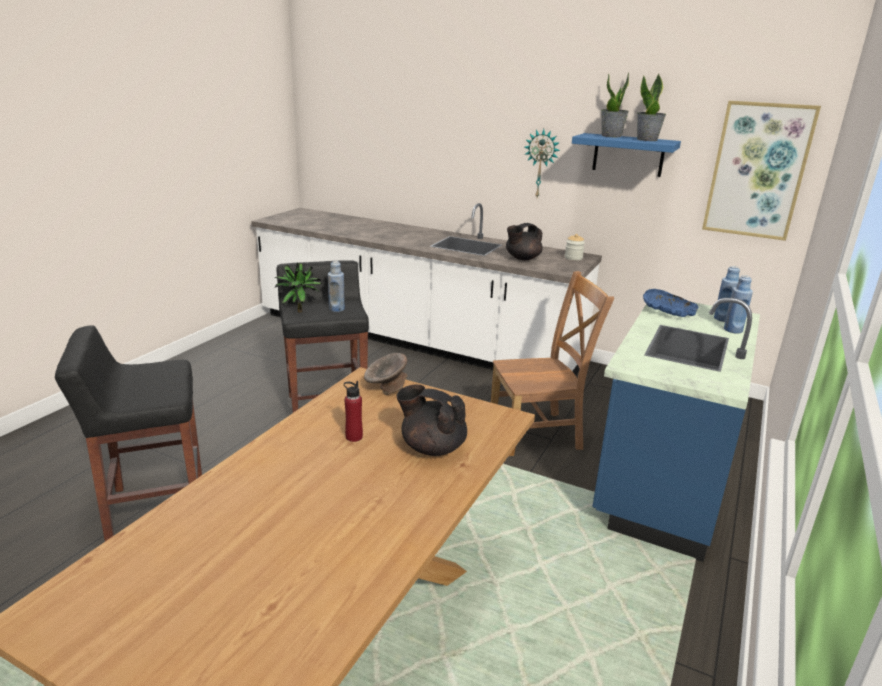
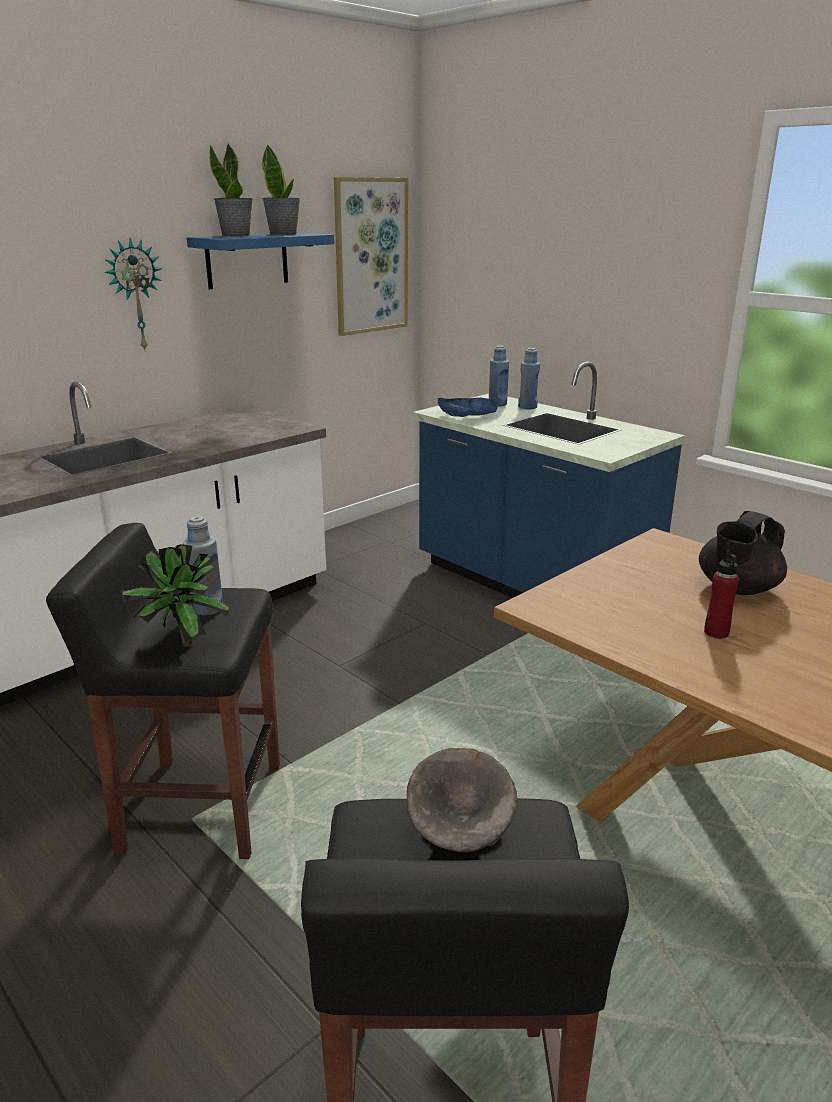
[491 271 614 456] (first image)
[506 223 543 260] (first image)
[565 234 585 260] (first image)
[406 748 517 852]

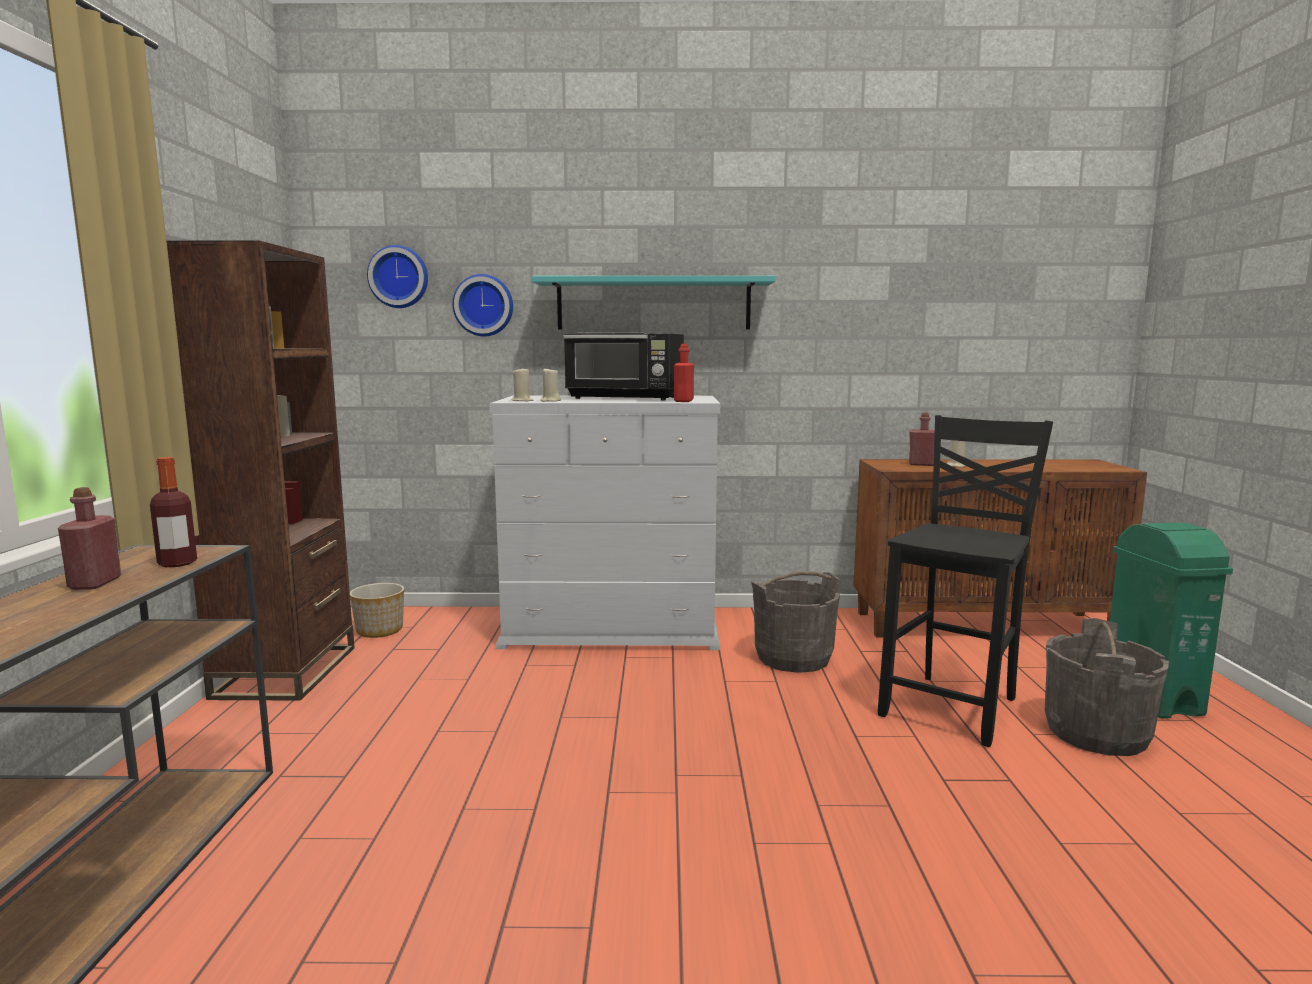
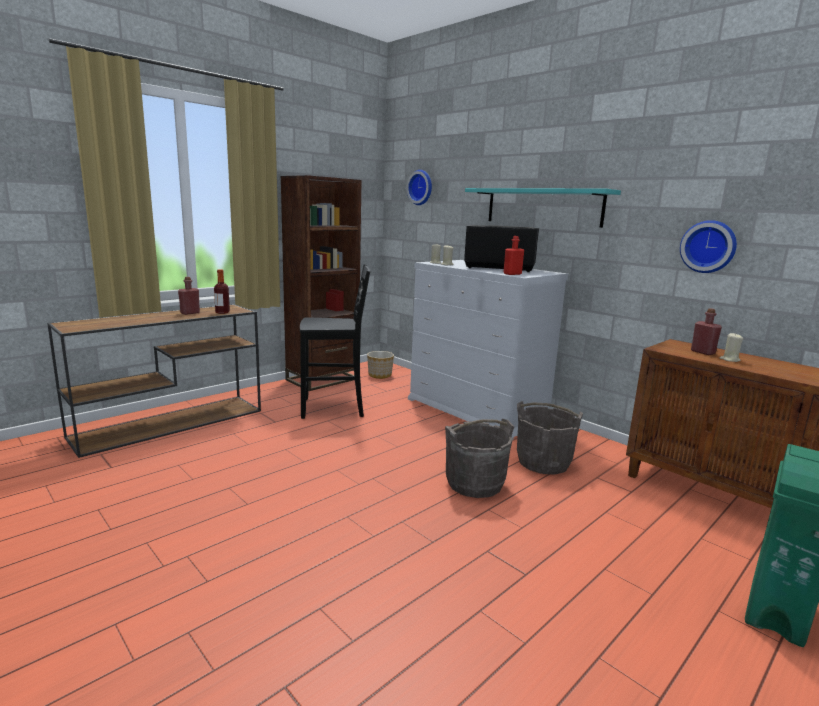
[680 220 737 273]
[300 264 370 419]
[445 419 514 498]
[464 225 539 272]

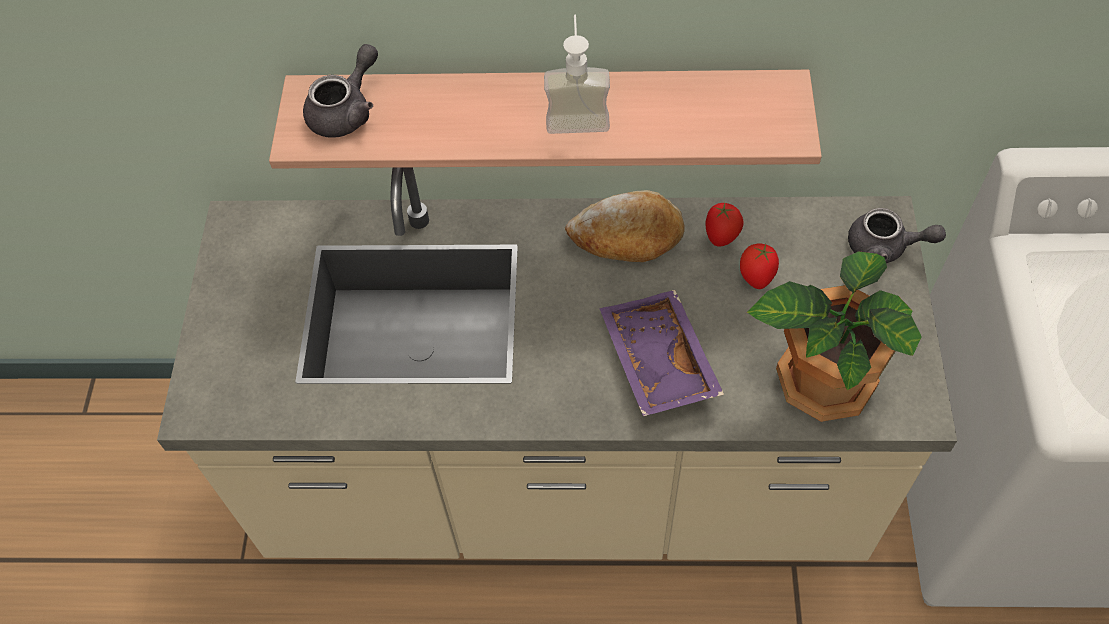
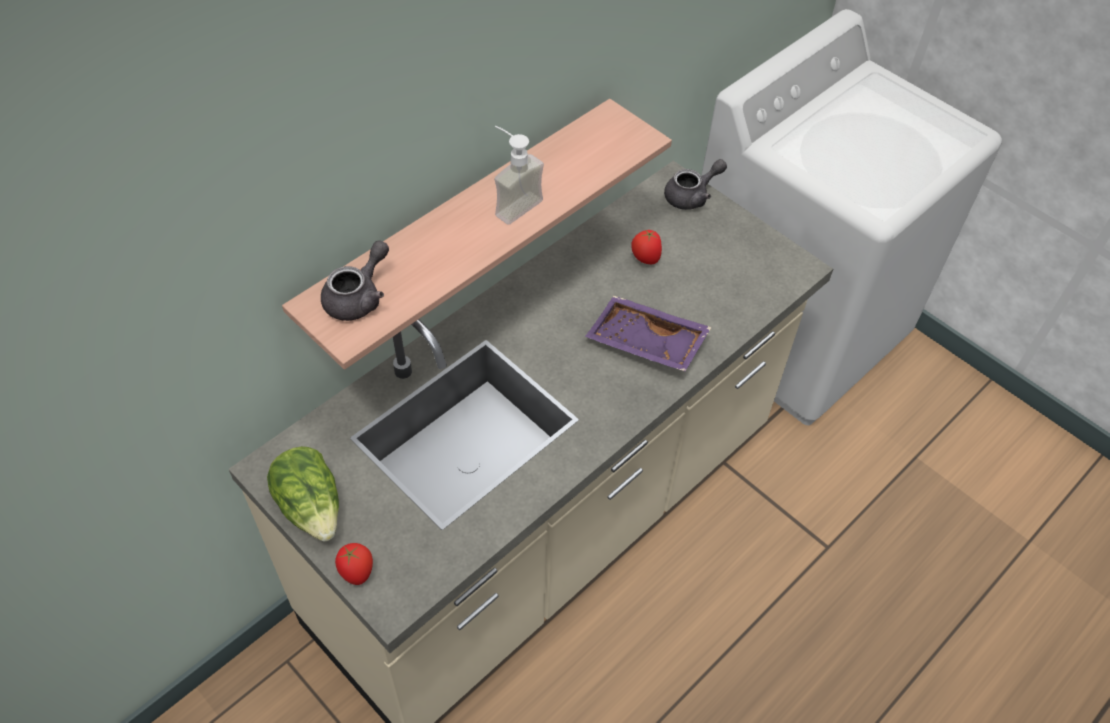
[565 190 685 262] (first image)
[747 251 922 422] (first image)
[267 446 339 542]
[335 543 373 585]
[321 241 389 321]

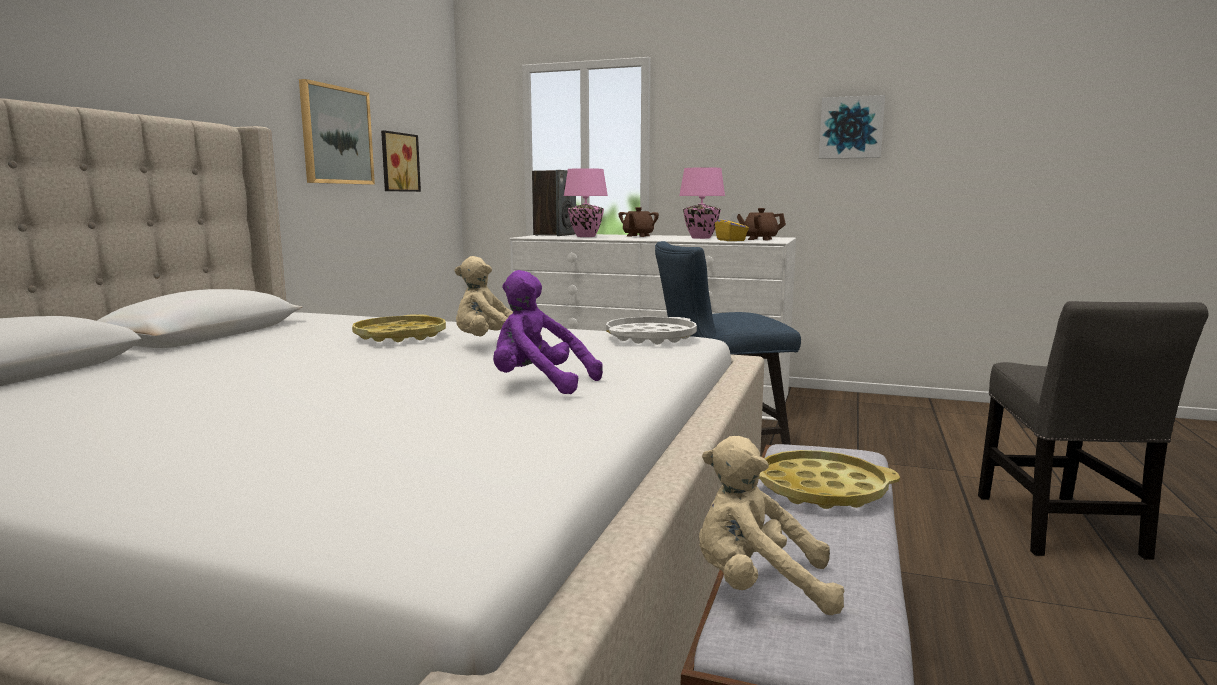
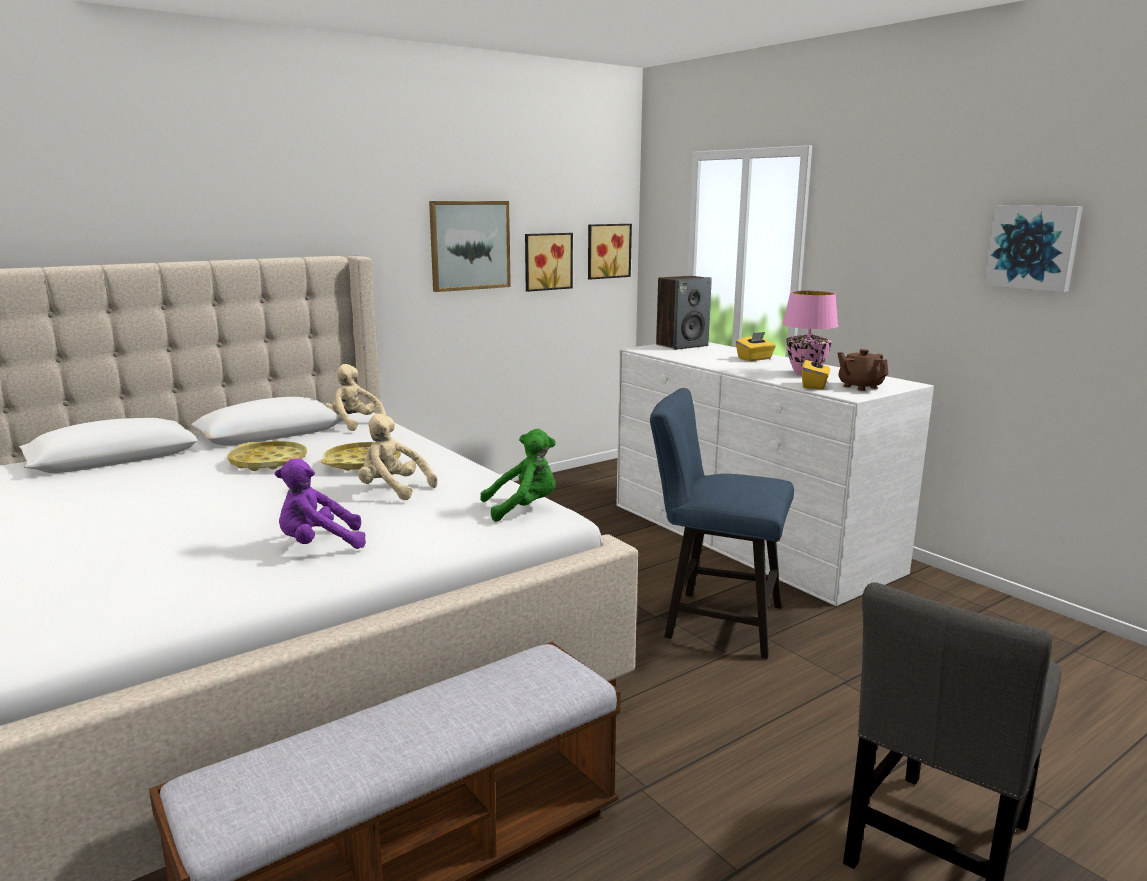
[564 168 608 237] (first image)
[588 224 632 280]
[325 364 386 431]
[227 441 307 471]
[480 429 556 522]
[736 332 776 361]
[275 458 366 549]

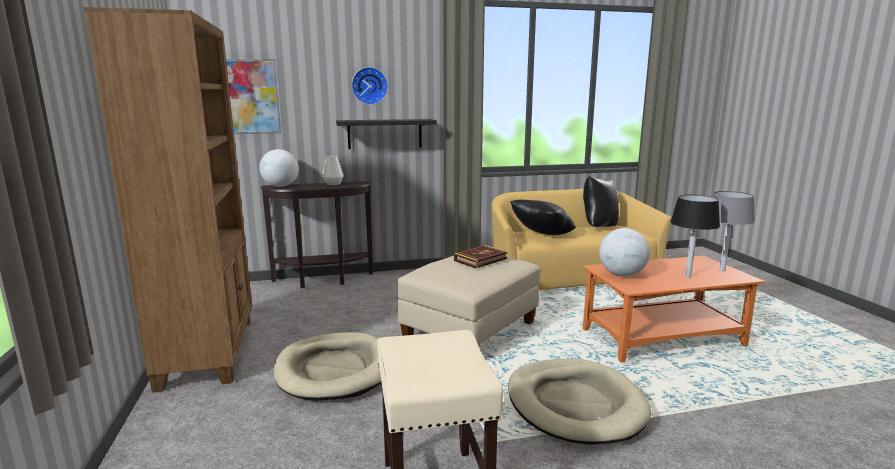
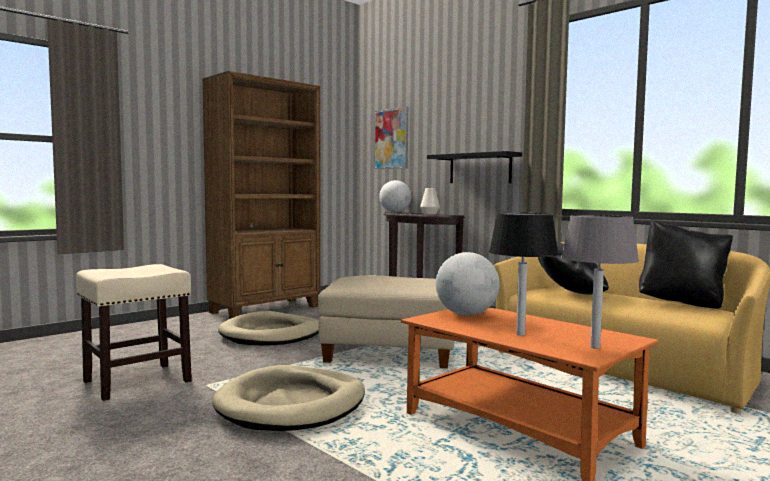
[351 67 388 105] (first image)
[454 245 508 268] (first image)

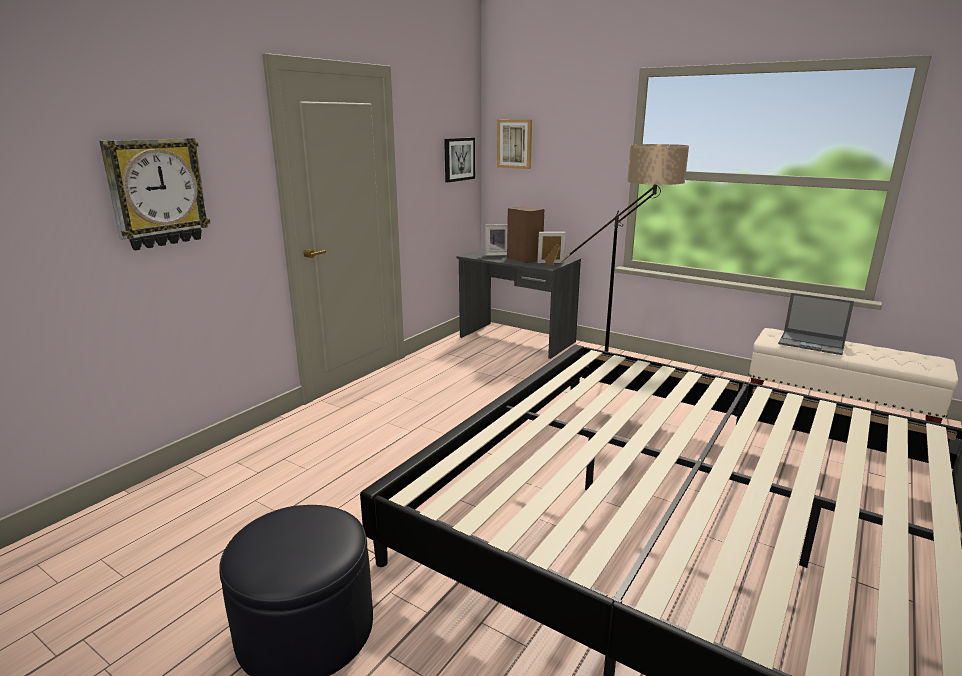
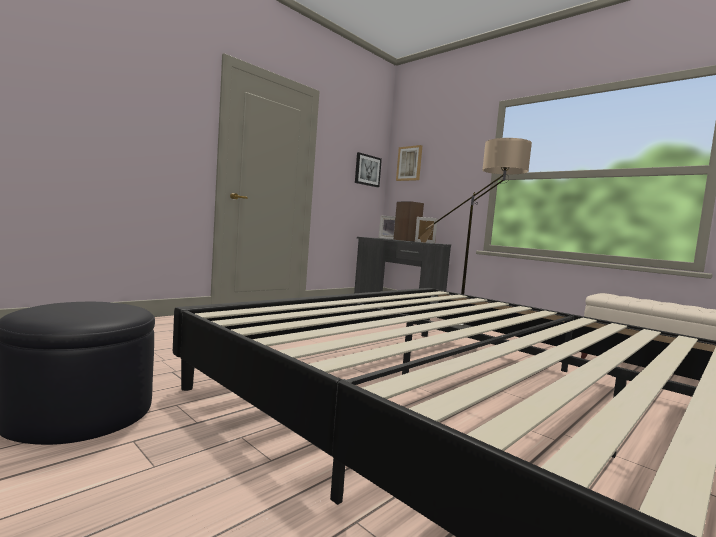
[99 138 211 250] (first image)
[778 293 854 355] (first image)

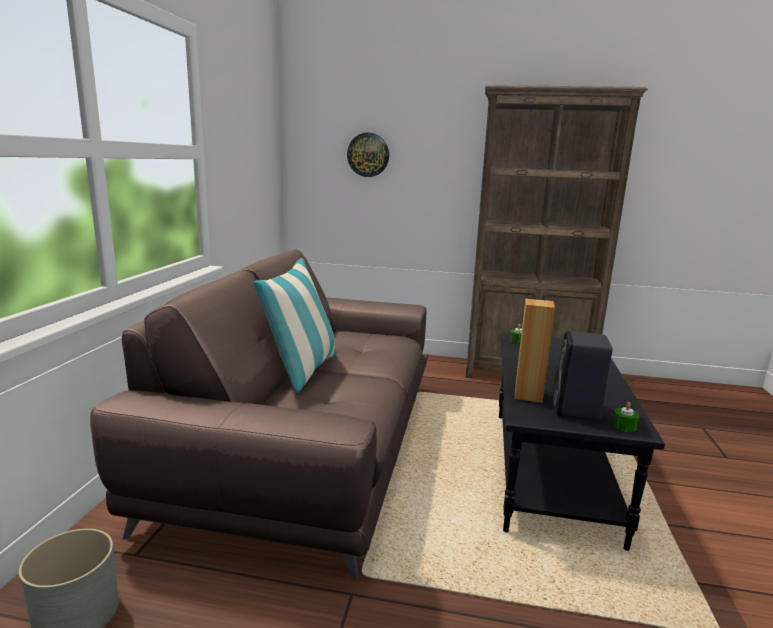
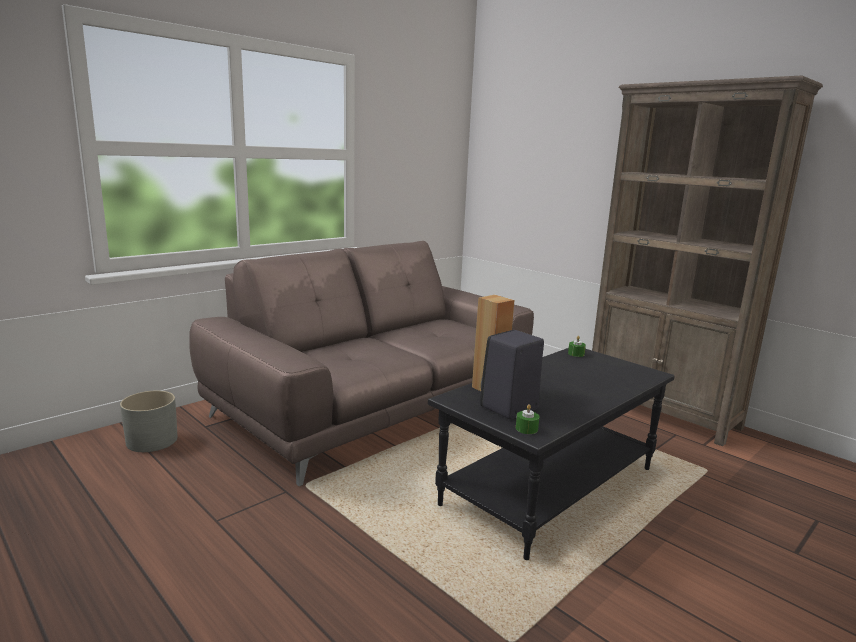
[253 259 337 393] (first image)
[347 133 389 177] (first image)

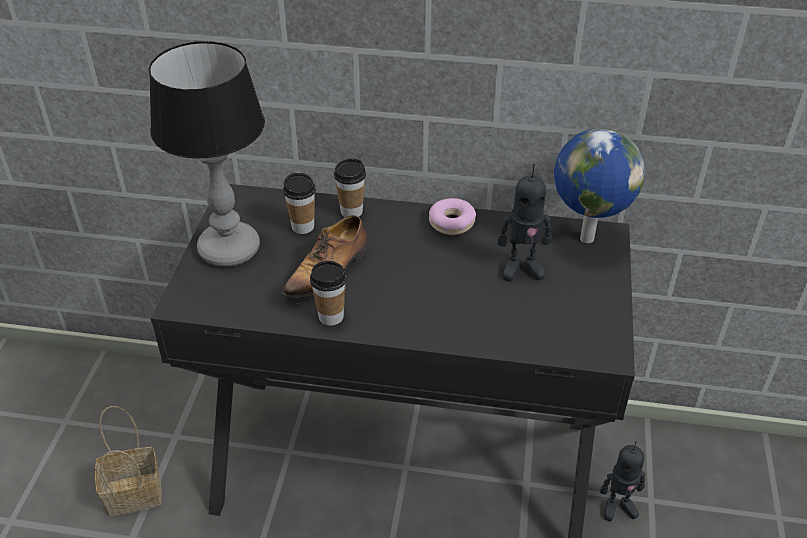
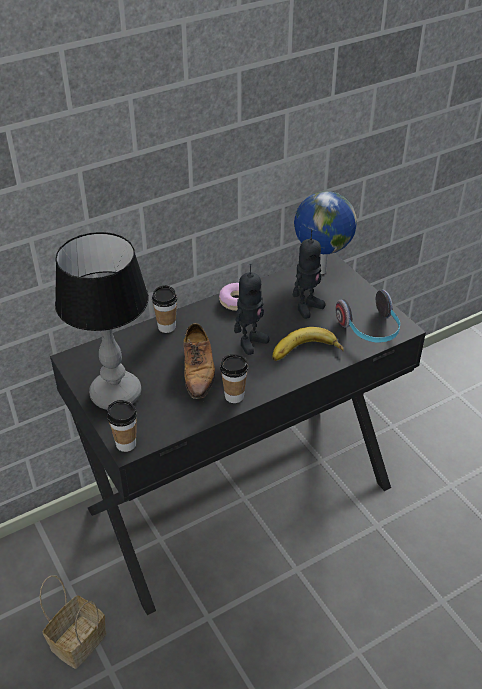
[272 327 344 361]
[336 290 400 342]
[107 400 137 452]
[234 264 270 355]

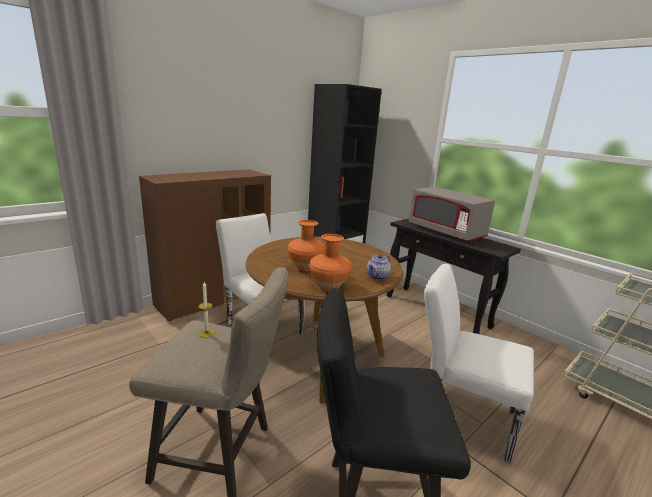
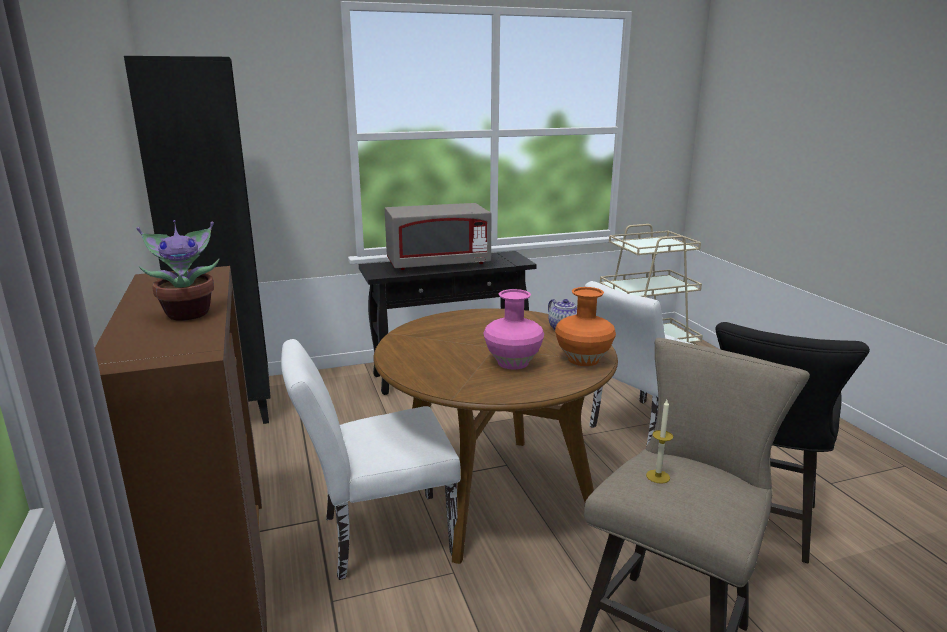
[137 220 219 321]
[483 289 544 370]

